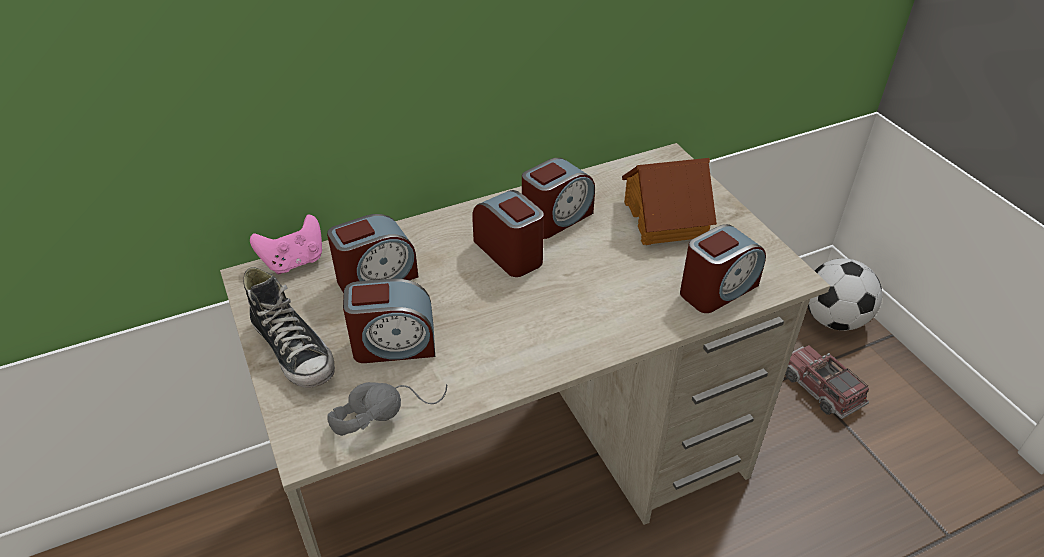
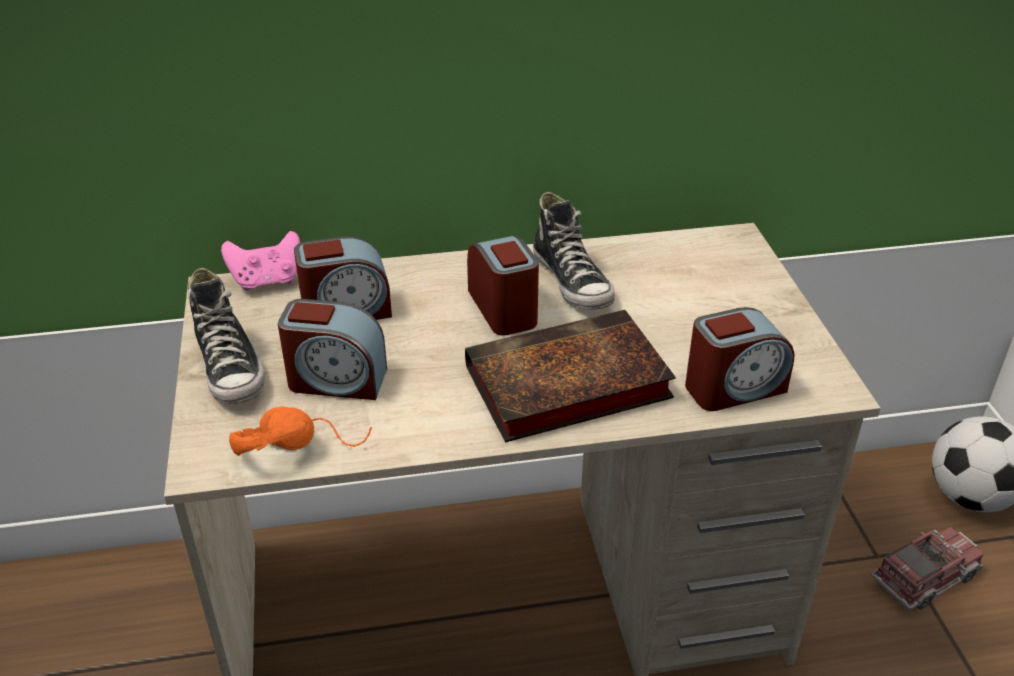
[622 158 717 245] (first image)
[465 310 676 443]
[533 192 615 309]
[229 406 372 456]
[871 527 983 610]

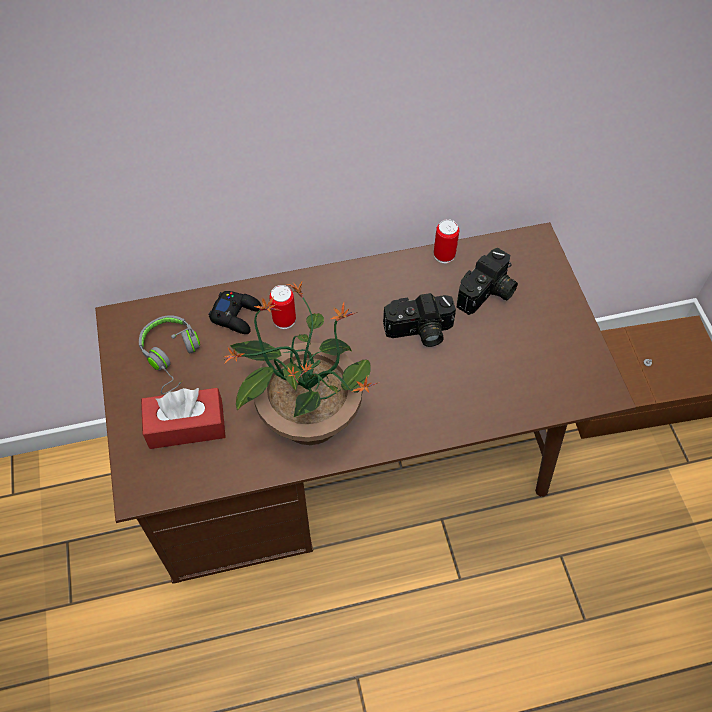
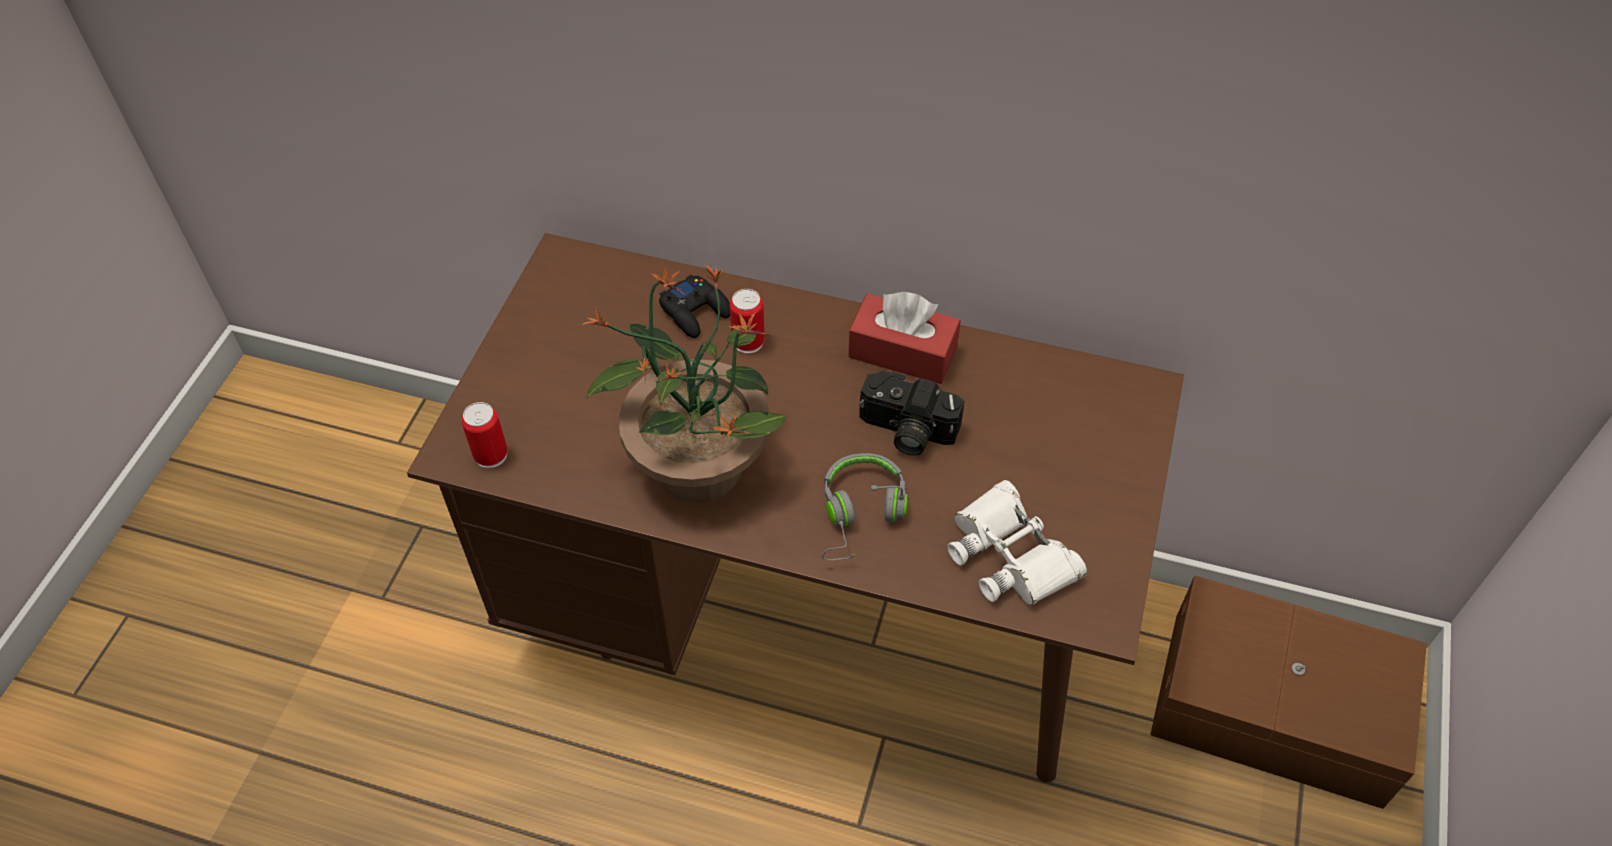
[457 248 518 315] (first image)
[947 480 1087 605]
[822 453 908 561]
[848 292 961 384]
[461 402 508 468]

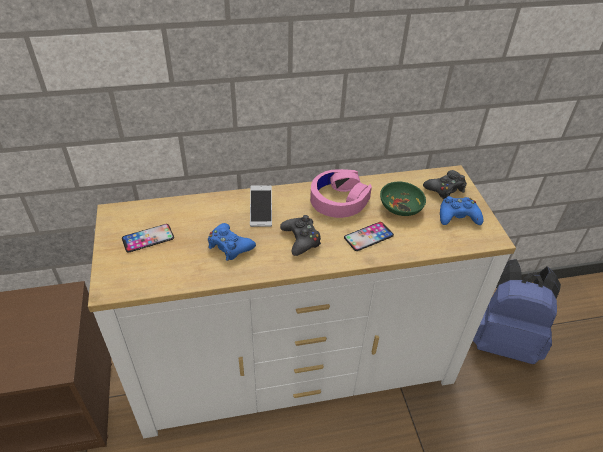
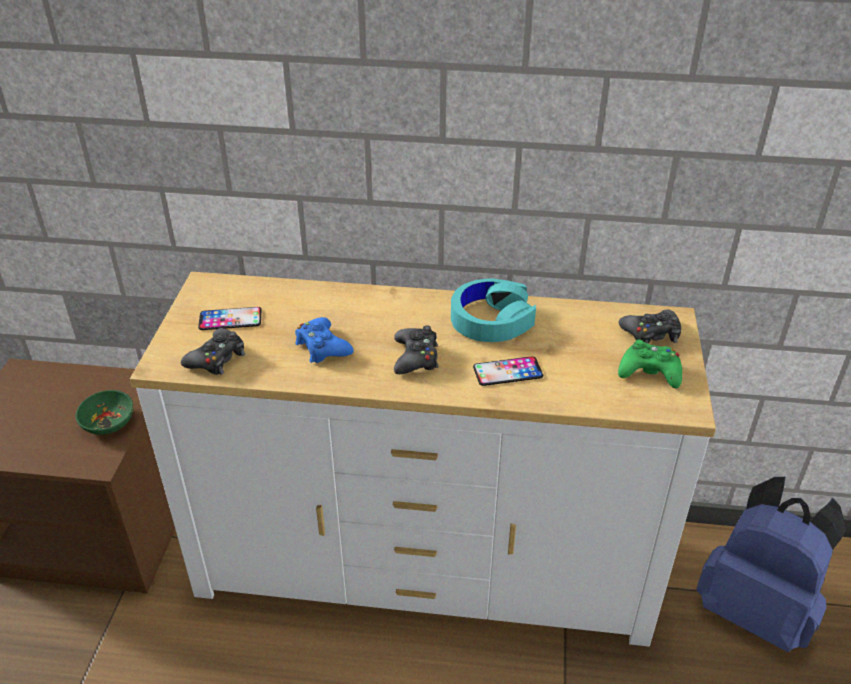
[250 185 272 227] (first image)
[181 328 245 375]
[75 390 134 435]
[451 279 536 342]
[618 340 682 388]

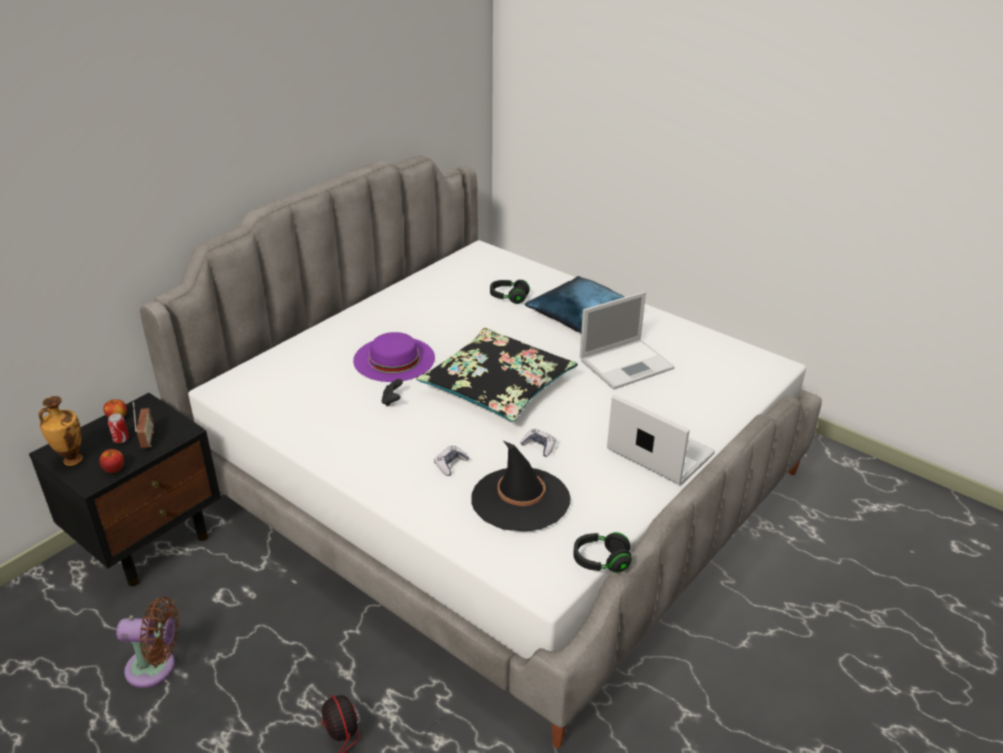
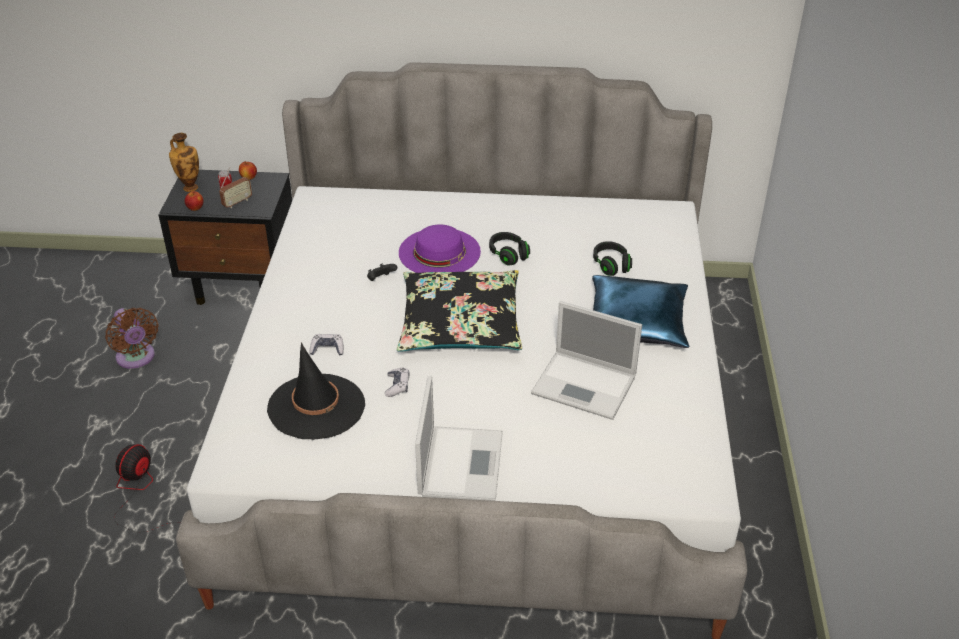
[489 232 530 266]

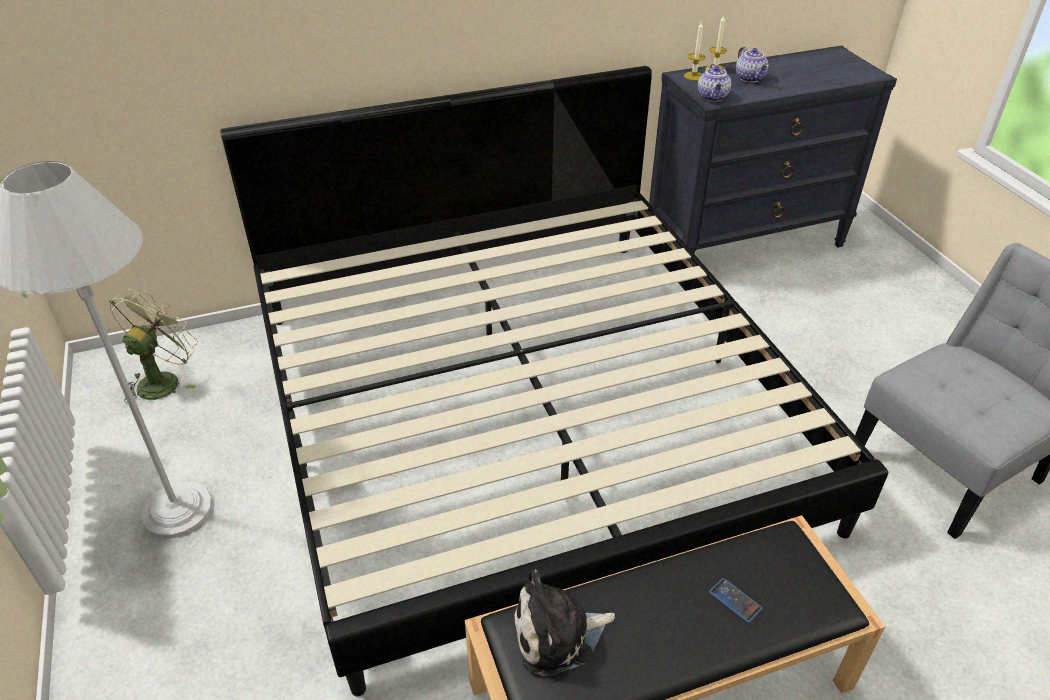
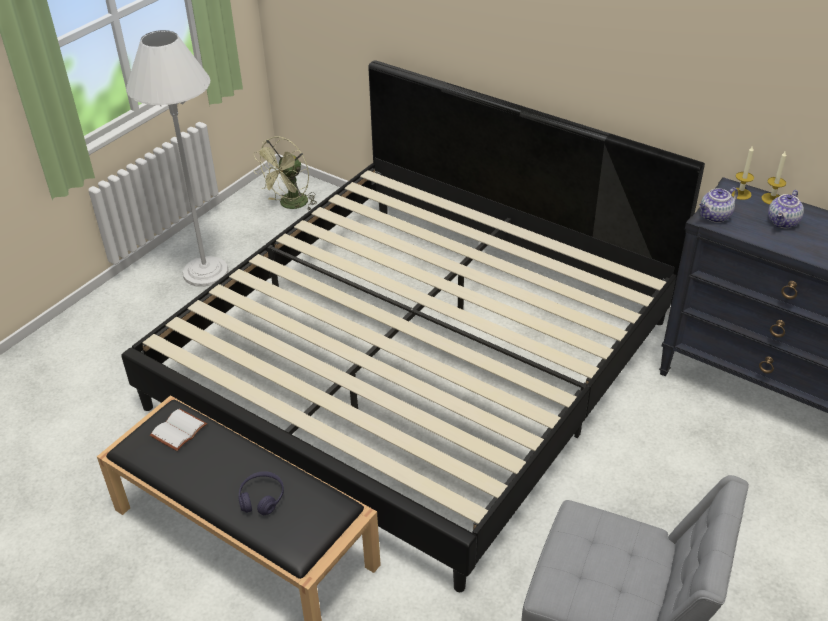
[150 409 207 451]
[238 471 284 515]
[254 136 316 210]

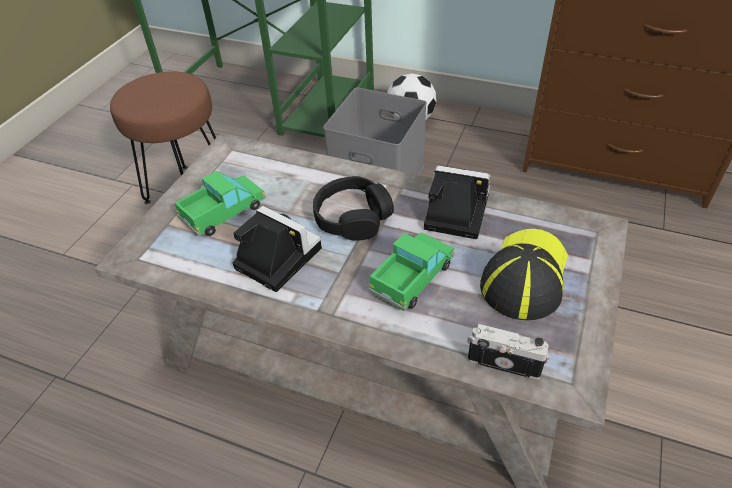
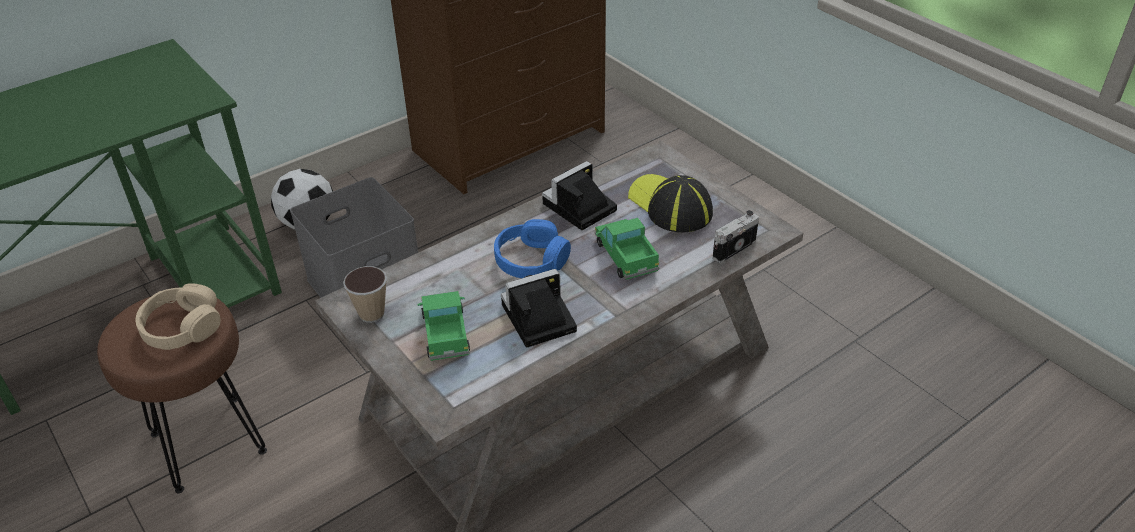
[136 283 221 350]
[343 266 387 323]
[494 219 571 278]

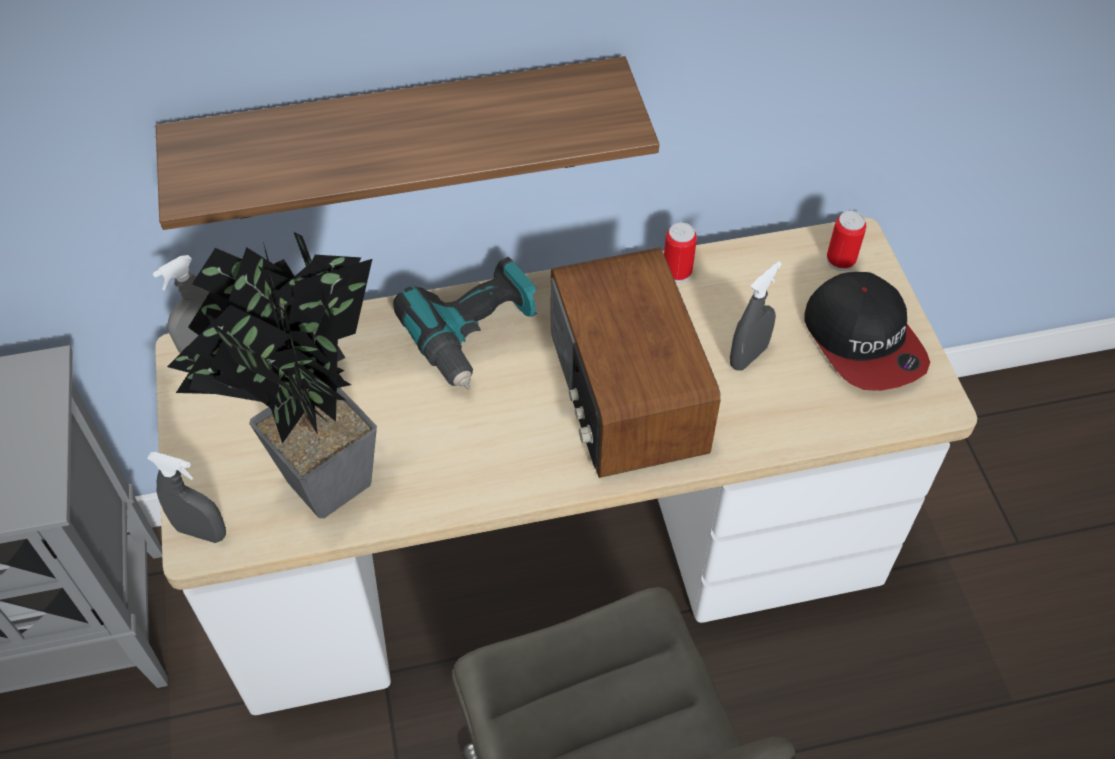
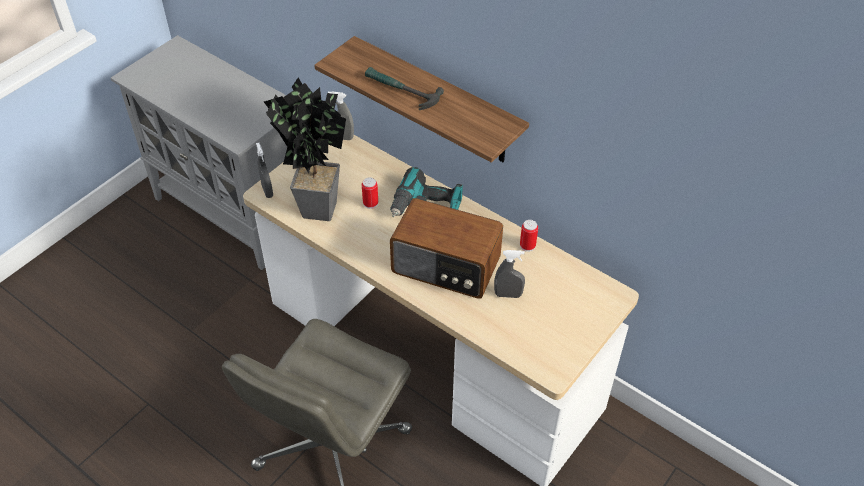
[805 272 930 391] (first image)
[365 67 444 110]
[362 177 378 209]
[390 198 503 299]

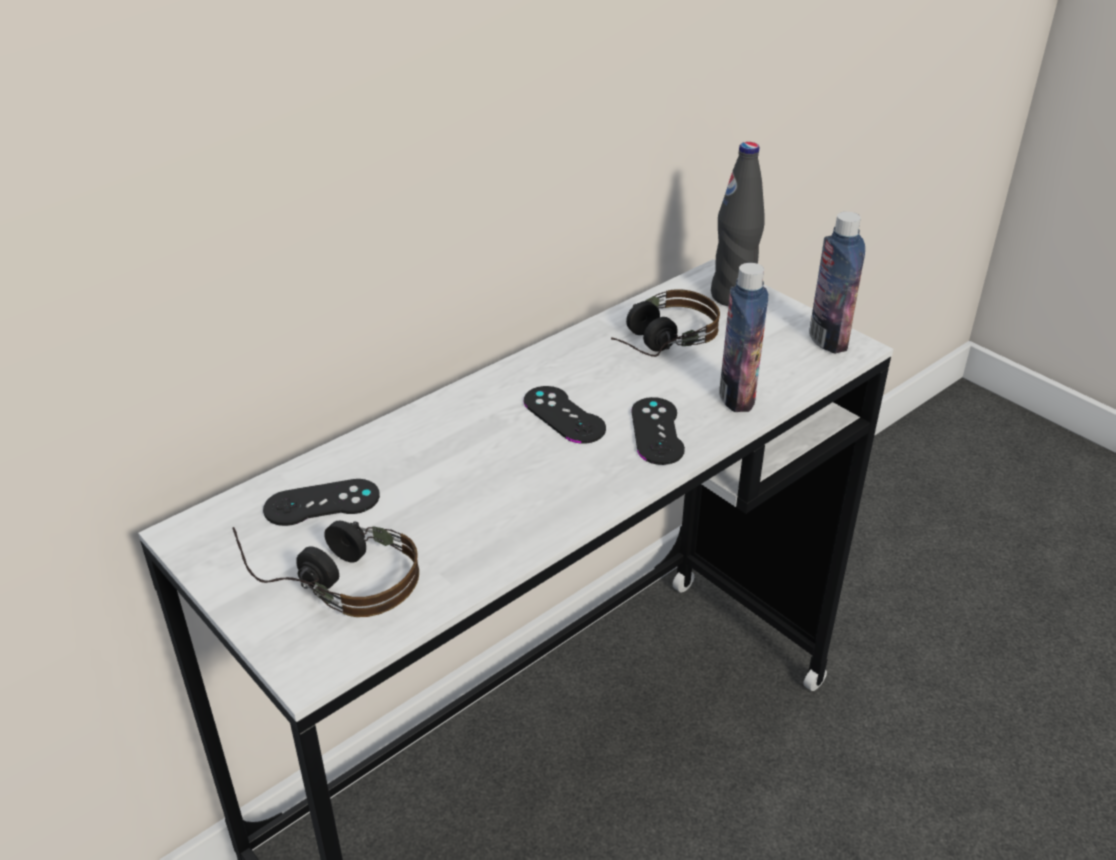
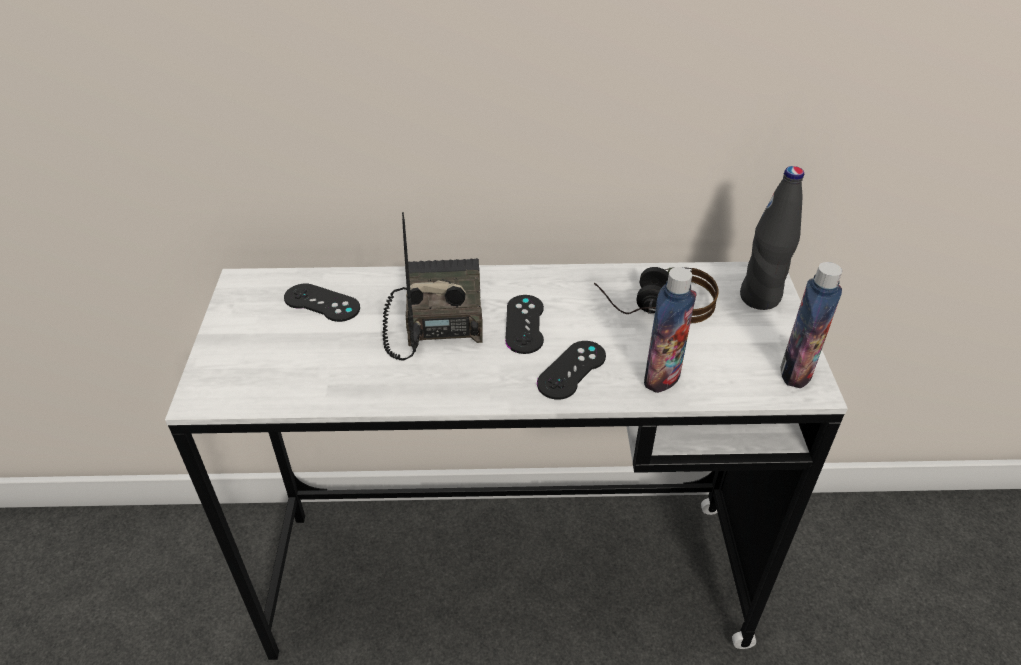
[232 521 419 617] (first image)
[382 212 483 360]

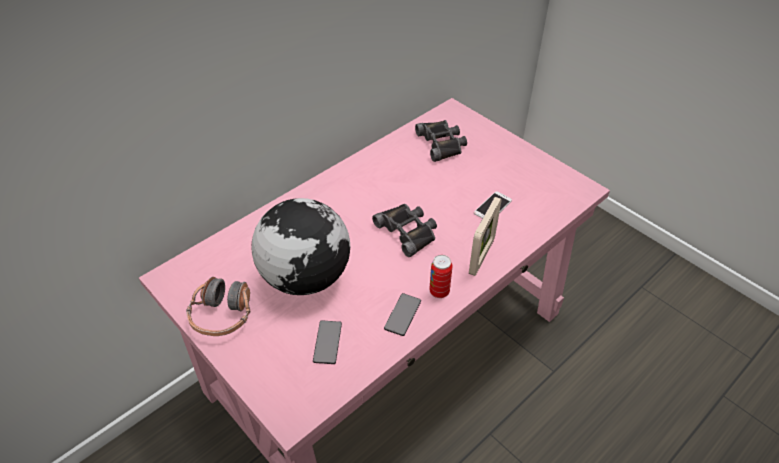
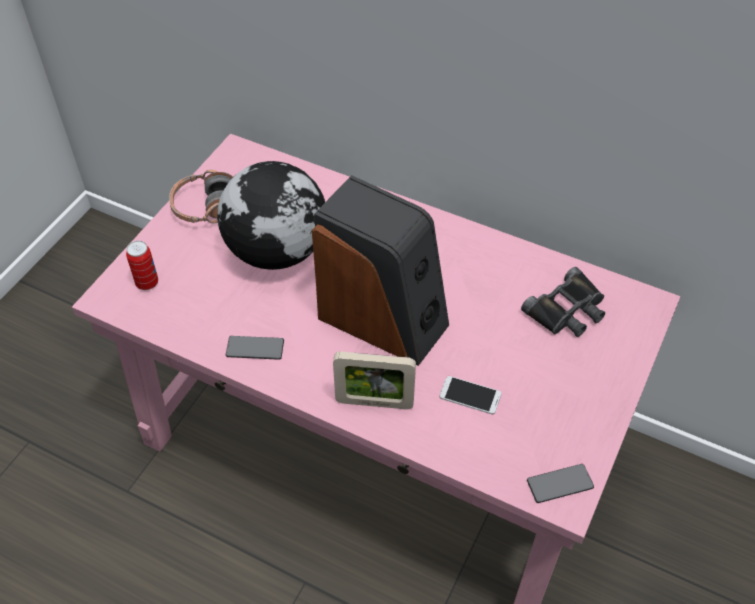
[527 464 594 503]
[126 241 158 290]
[312 175 449 366]

